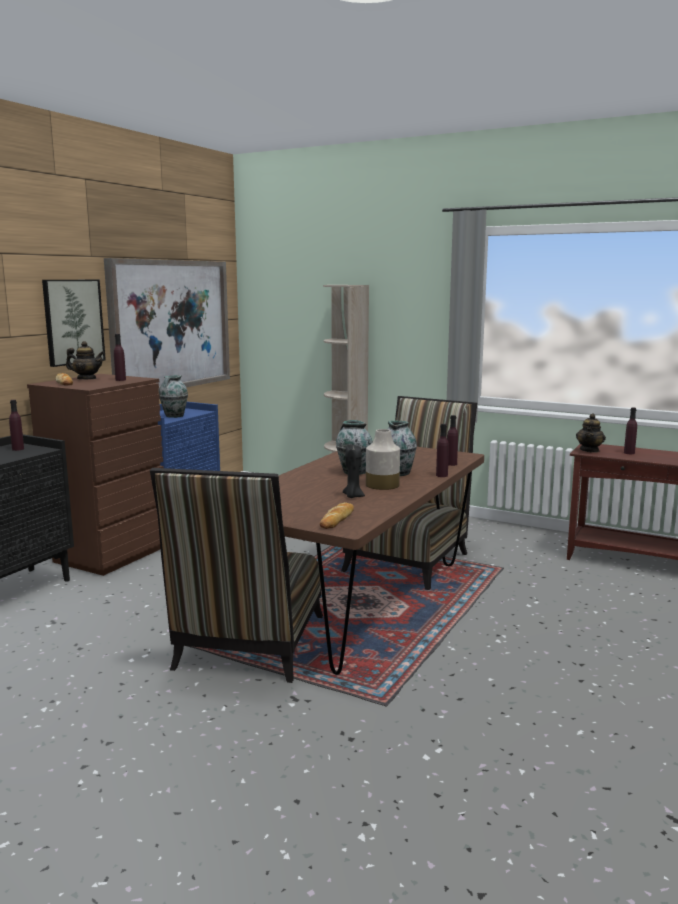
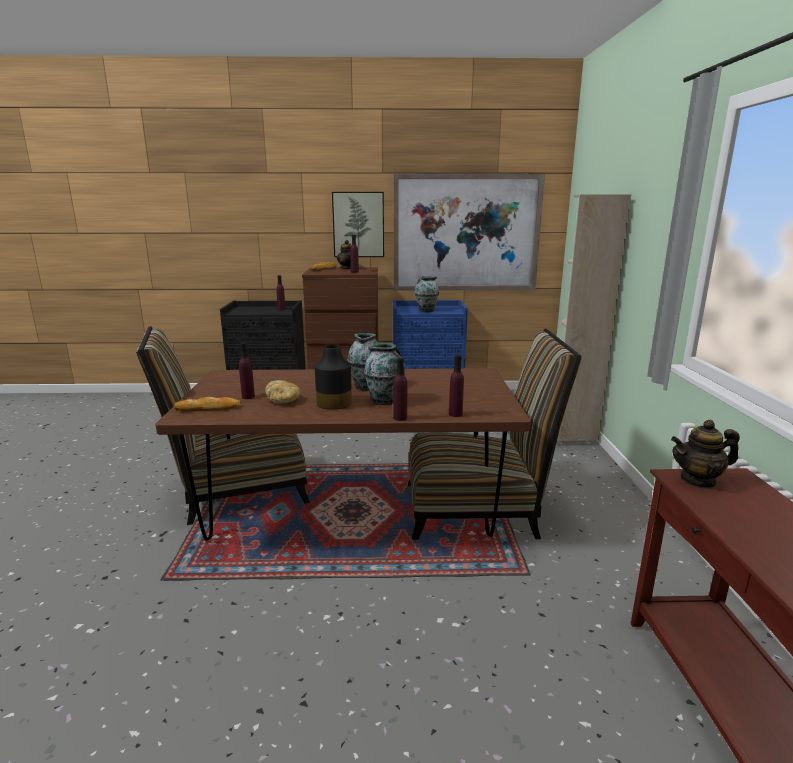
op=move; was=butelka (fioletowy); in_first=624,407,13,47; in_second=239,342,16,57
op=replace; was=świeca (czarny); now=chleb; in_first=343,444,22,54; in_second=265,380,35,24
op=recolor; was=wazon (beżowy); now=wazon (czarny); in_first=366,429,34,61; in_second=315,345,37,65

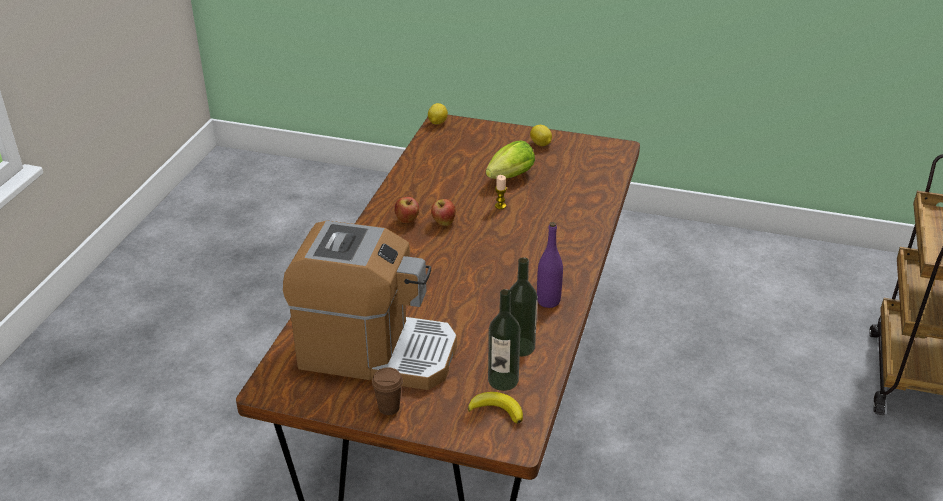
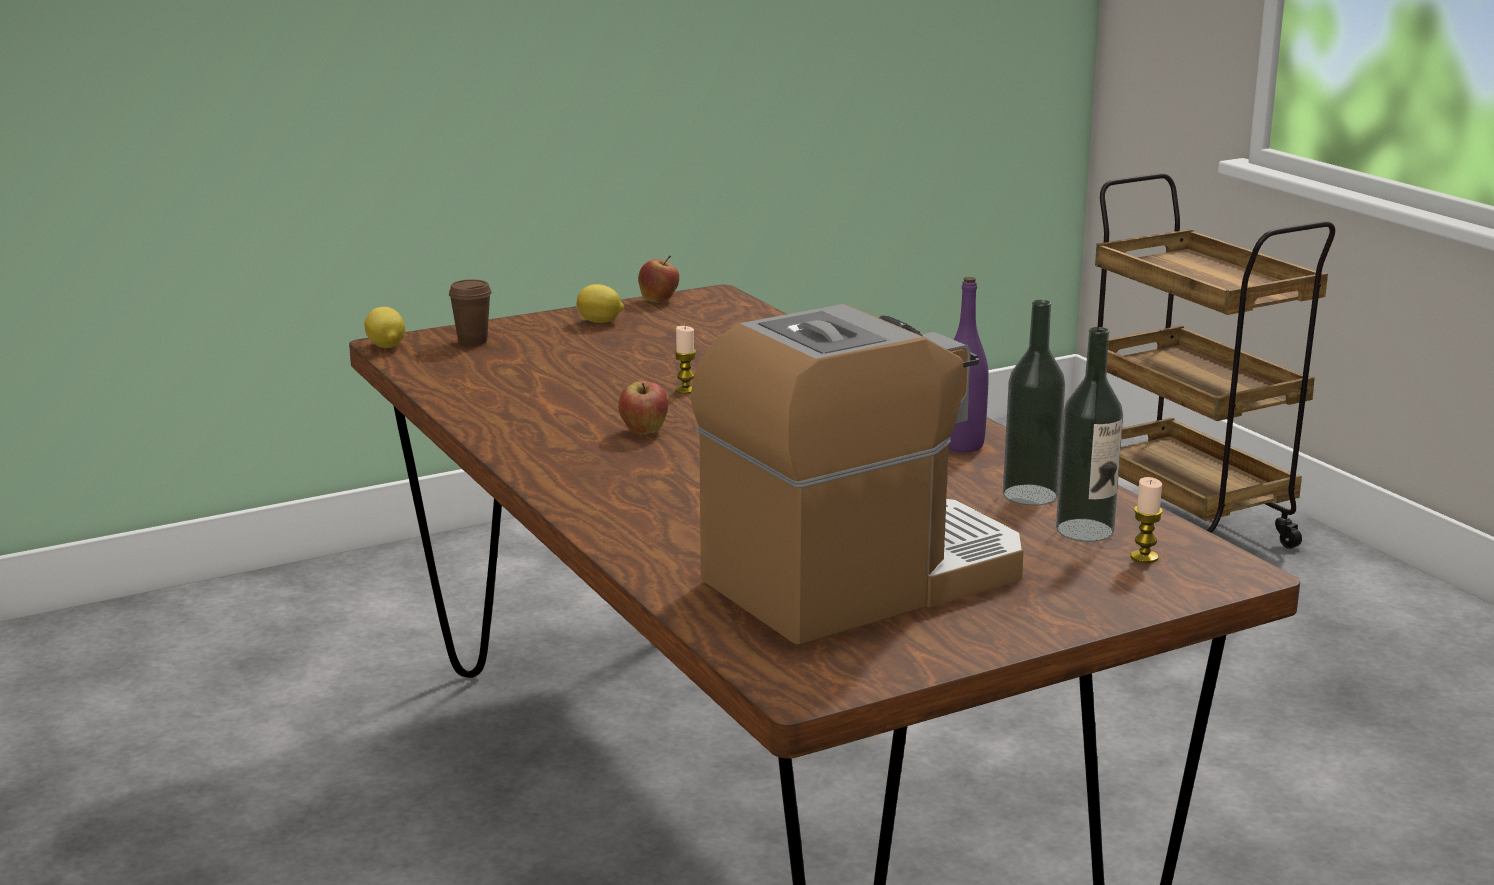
op=delete; was=sałata; in_first=486,140,49,39
op=move; was=filiżanka (brązowy); in_first=372,367,31,48; in_second=449,279,43,67
op=move; was=jabłko; in_first=395,197,24,26; in_second=638,256,41,47
op=replace; was=banan; now=świeca; in_first=468,392,55,32; in_second=1130,477,33,86

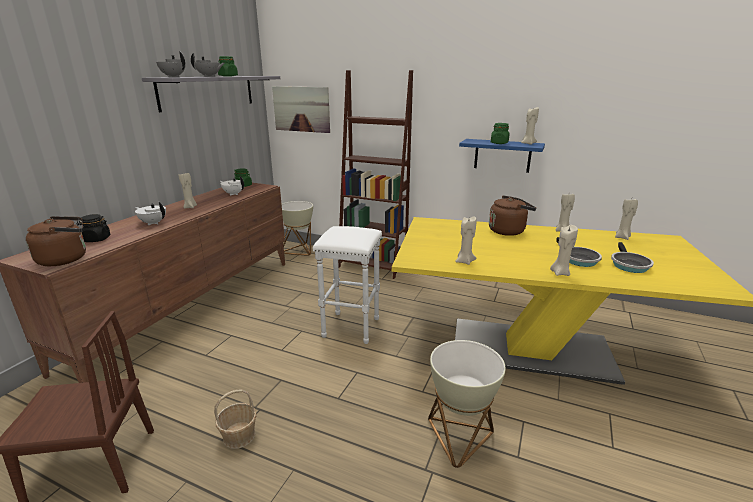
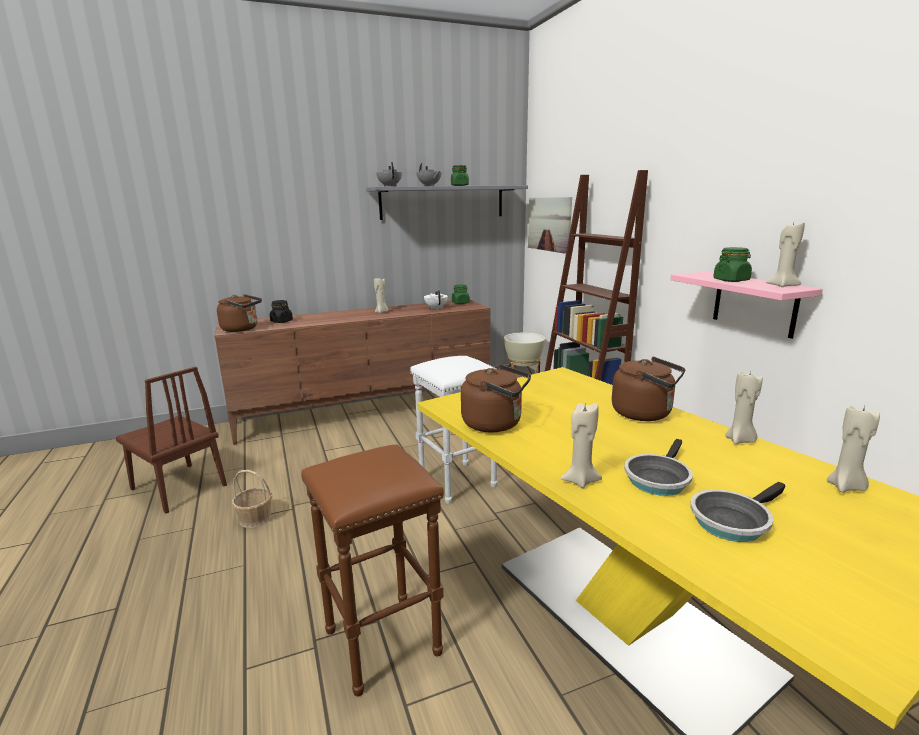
op=delete; was=imbryk (biały); in_first=135,202,31,23
op=replace; was=donica; now=stołek (brązowy); in_first=428,340,78,128; in_second=301,445,143,252
op=replace; was=świeca (beżowy); now=czajnik (brązowy); in_first=455,216,21,49; in_second=461,364,70,68
op=recolor; was=półka (niebieski); now=półka (różowy); in_first=459,139,86,34; in_second=670,272,153,67

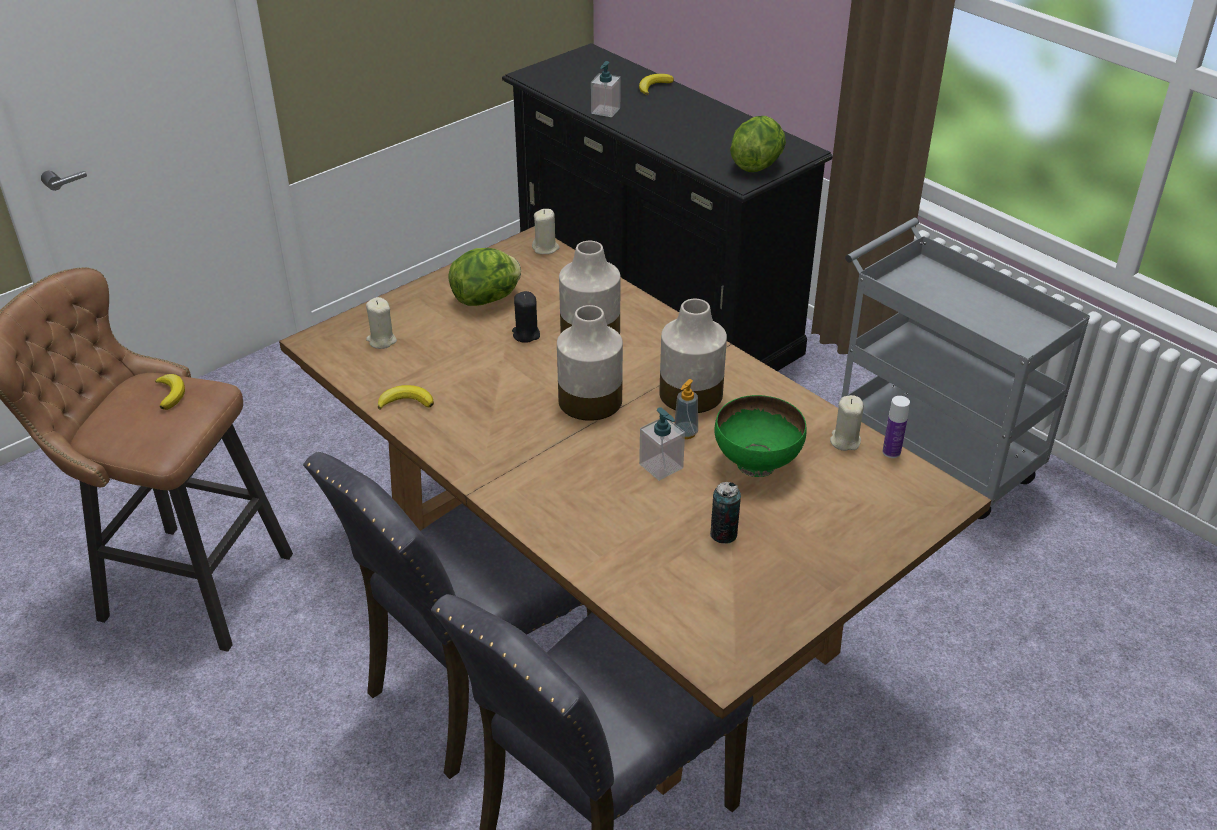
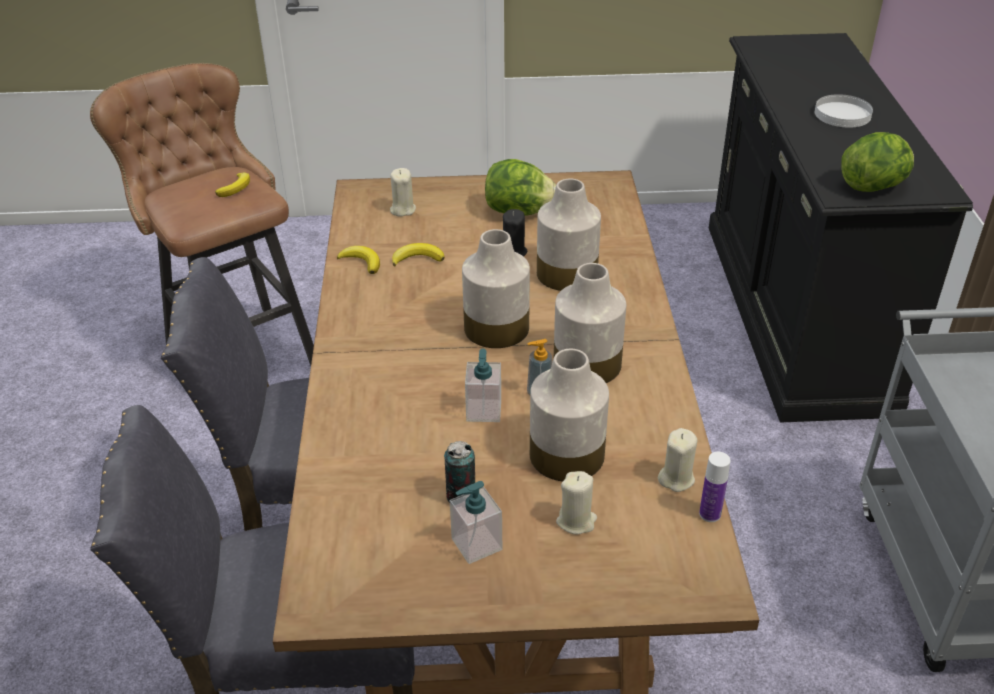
op=insert; now=talerz (biały); in_second=815,94,58,34
op=move; was=świeca (beżowy); in_first=532,209,27,45; in_second=556,471,41,64
op=move; was=dozownik mydła; in_first=591,61,30,56; in_second=450,481,52,83
op=move; was=banan; in_first=639,74,35,21; in_second=392,243,53,23
op=replace; was=miska (zielony); now=wazon (beżowy); in_first=715,395,92,82; in_second=530,349,79,132

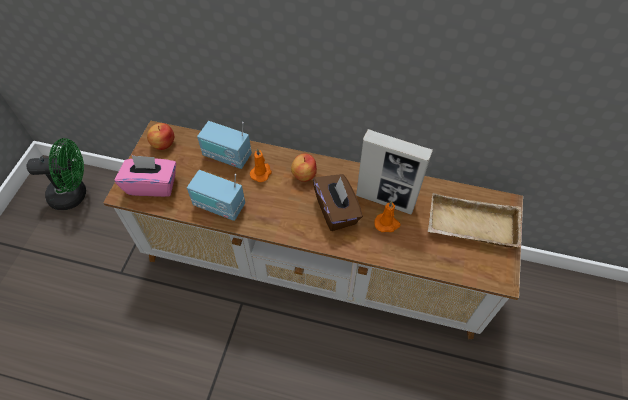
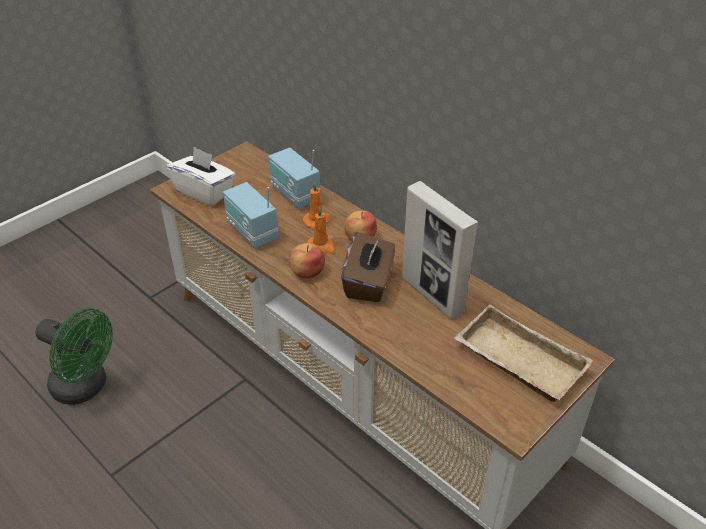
op=move; was=wentylator (zielony); in_first=27,138,59,72; in_second=35,308,78,97
op=move; was=jabłko; in_first=147,123,27,27; in_second=289,243,36,36
op=move; was=świeca (pomarańczowy); in_first=374,201,27,31; in_second=307,207,29,47
op=recolor; was=pudełko chusteczek (różowy); now=pudełko chusteczek (biały); in_first=115,155,61,42; in_second=166,147,69,59

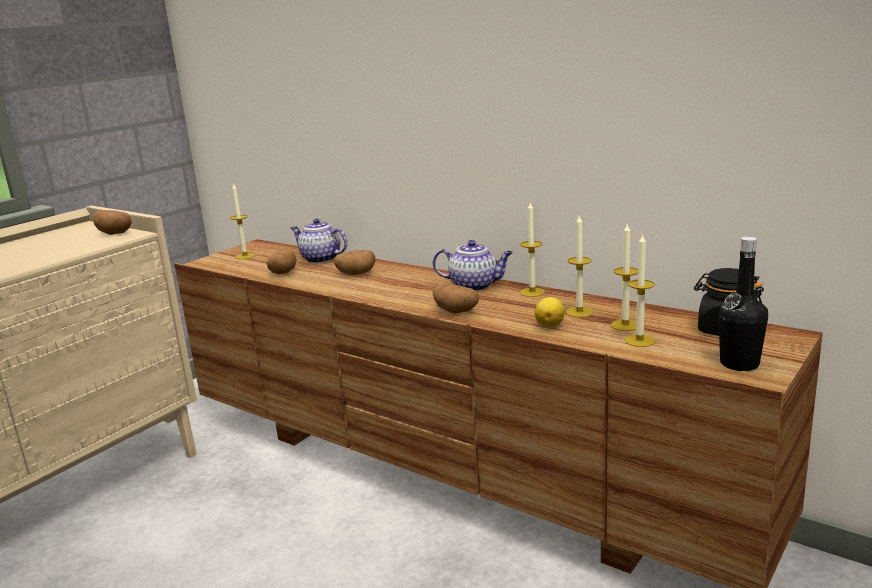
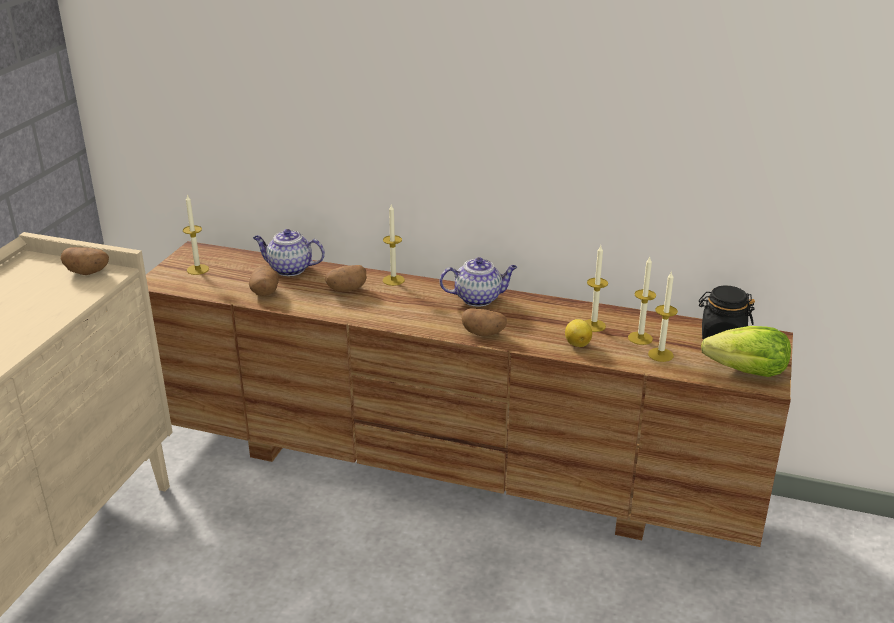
op=move; was=świeca; in_first=520,203,25,94; in_second=383,204,22,82
op=replace; was=butelka (czarny); now=sałata; in_first=719,237,49,134; in_second=701,326,90,51

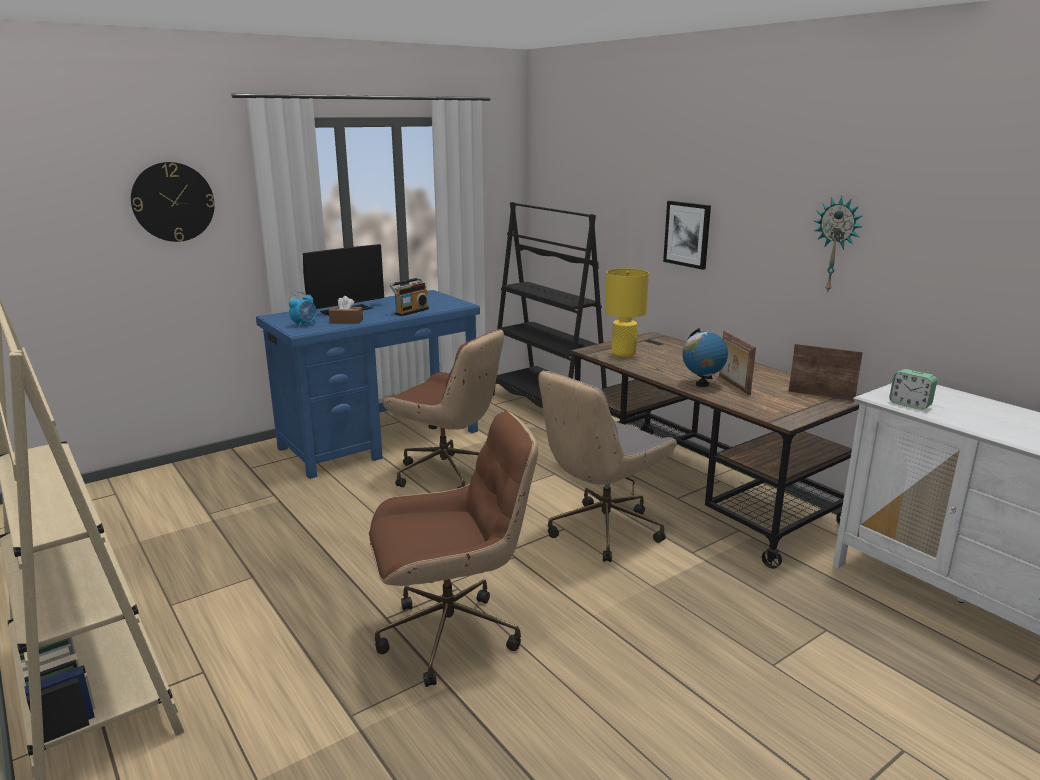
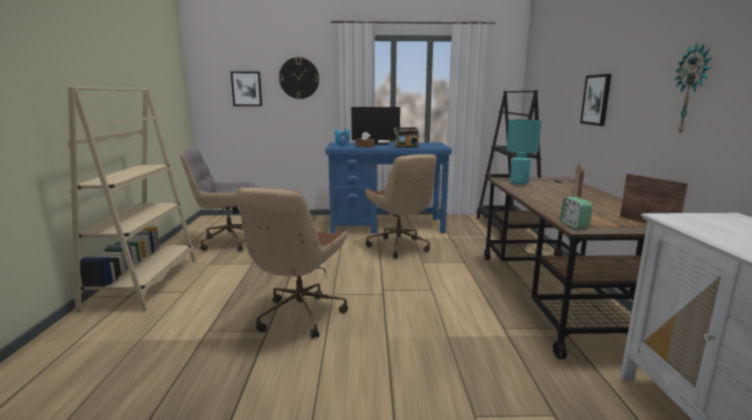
op=delete; was=globus; in_first=682,328,46,59
op=insert; now=obraz; in_second=231,71,31,35
op=move; was=krzesło biurowe (szary); in_first=539,371,138,191; in_second=180,147,76,104
op=move; was=budzik; in_first=889,369,48,41; in_second=560,197,33,32
op=recolor; was=lampa stołowa (żółty); now=lampa stołowa (turkusowy); in_first=605,268,44,90; in_second=506,119,35,66
op=rotate; was=krzesło biurowe (brązowy); in_first=369,411,169,276; in_second=237,187,111,151; clockwise=90

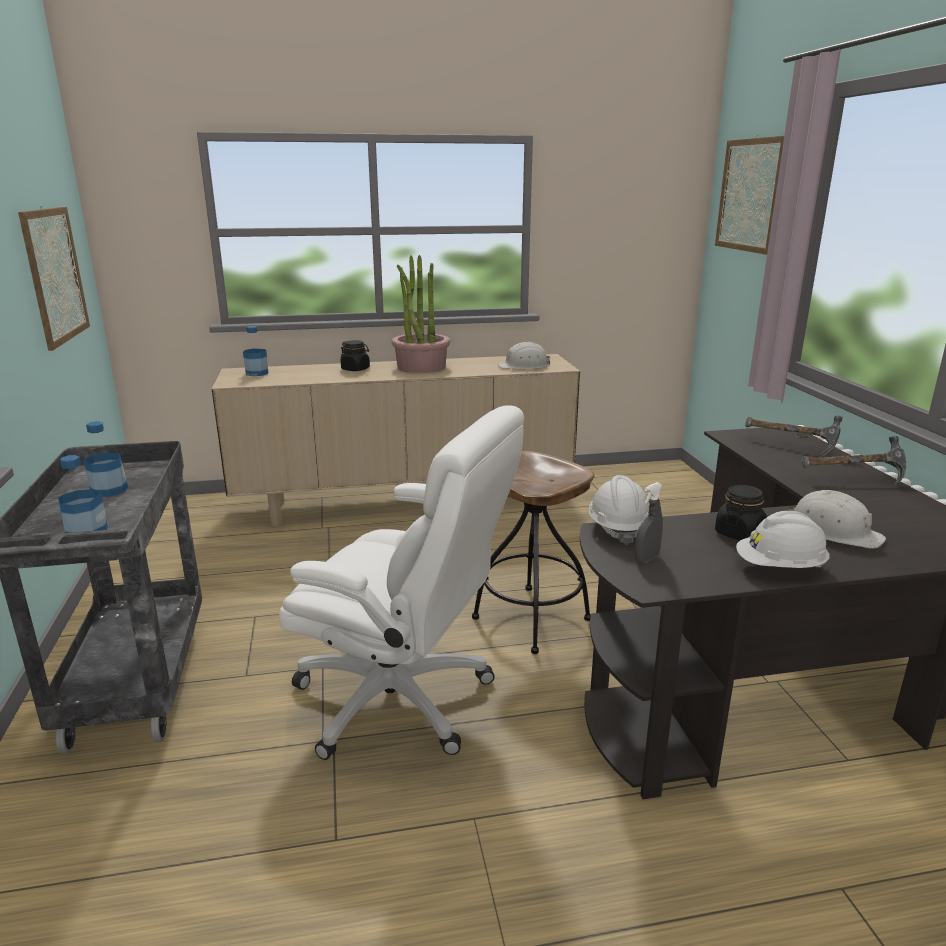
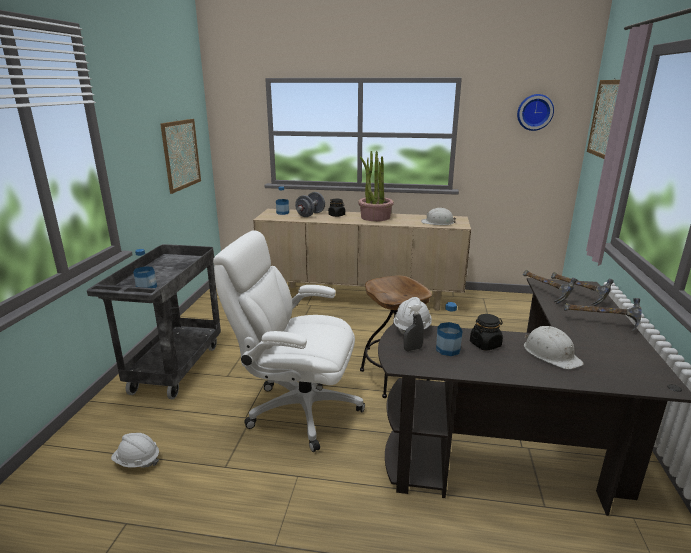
op=insert; now=hantel (szary); in_second=295,192,30,25
op=insert; now=zegar ścienny; in_second=517,94,37,37
op=insert; now=młotek; in_second=523,270,54,34
op=move; was=butelka; in_first=84,421,44,76; in_second=436,302,26,54
op=move; was=kask (biały); in_first=736,511,94,57; in_second=111,433,48,35
op=rotate; was=krzesło biurowe (biały); in_first=279,405,245,355; in_second=213,230,152,222; clockwise=150

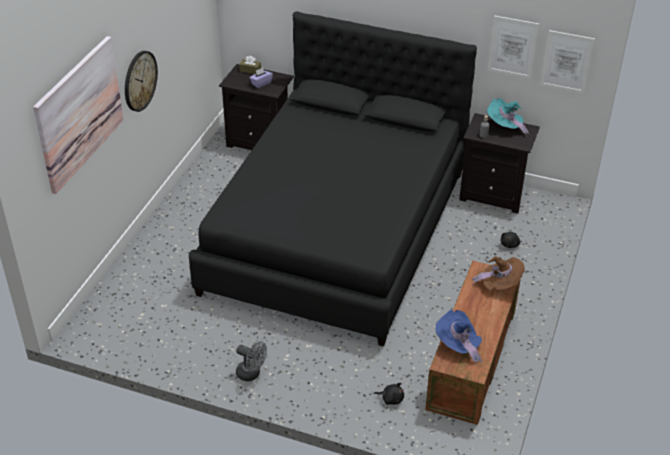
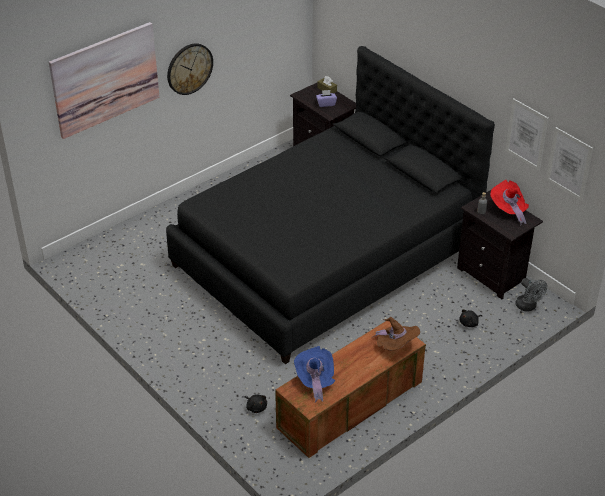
op=move; was=wentylator (szary); in_first=236,341,31,40; in_second=515,278,32,33
op=recolor; was=kapelusz (turkusowy); now=kapelusz (czerwony); in_first=487,98,42,36; in_second=490,179,39,47

